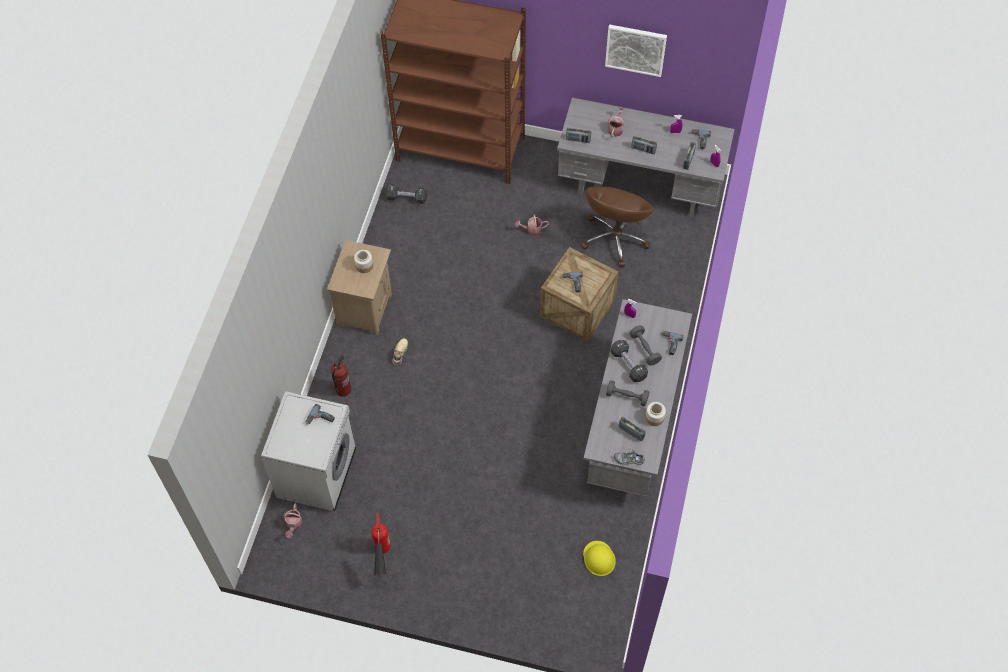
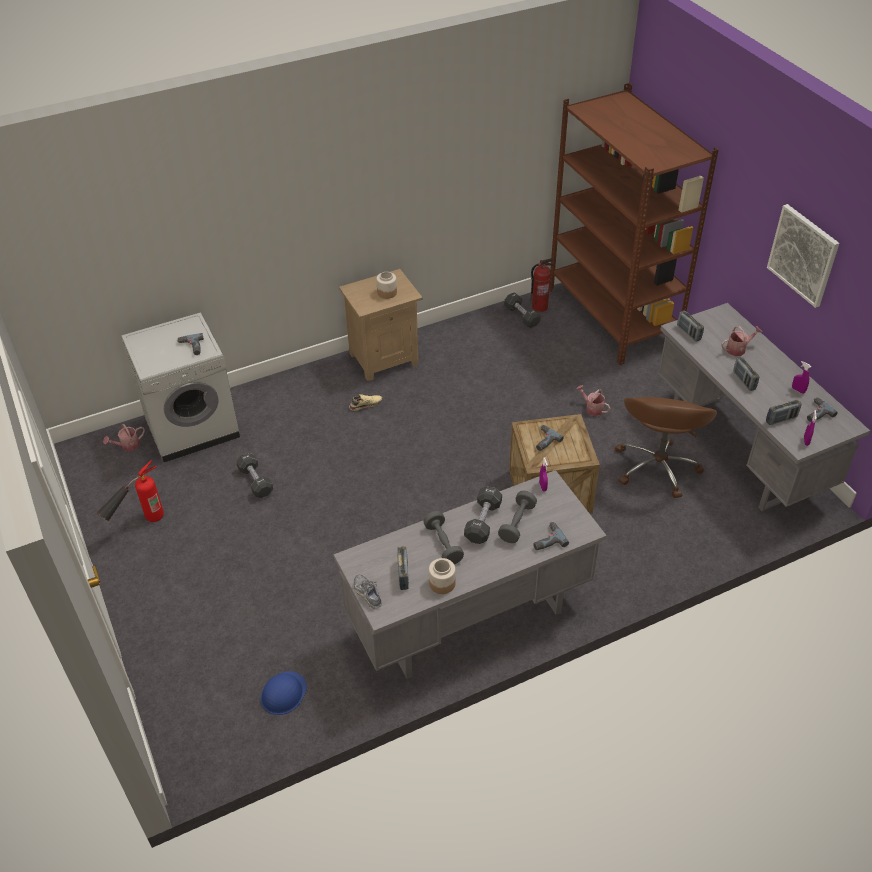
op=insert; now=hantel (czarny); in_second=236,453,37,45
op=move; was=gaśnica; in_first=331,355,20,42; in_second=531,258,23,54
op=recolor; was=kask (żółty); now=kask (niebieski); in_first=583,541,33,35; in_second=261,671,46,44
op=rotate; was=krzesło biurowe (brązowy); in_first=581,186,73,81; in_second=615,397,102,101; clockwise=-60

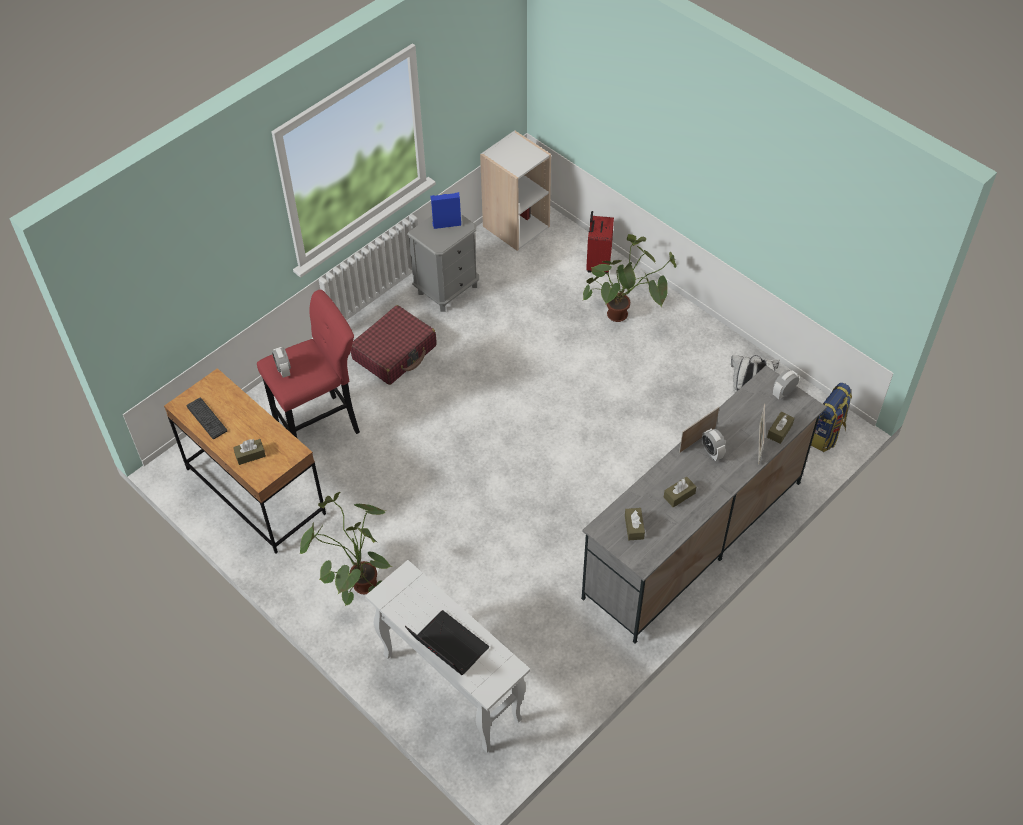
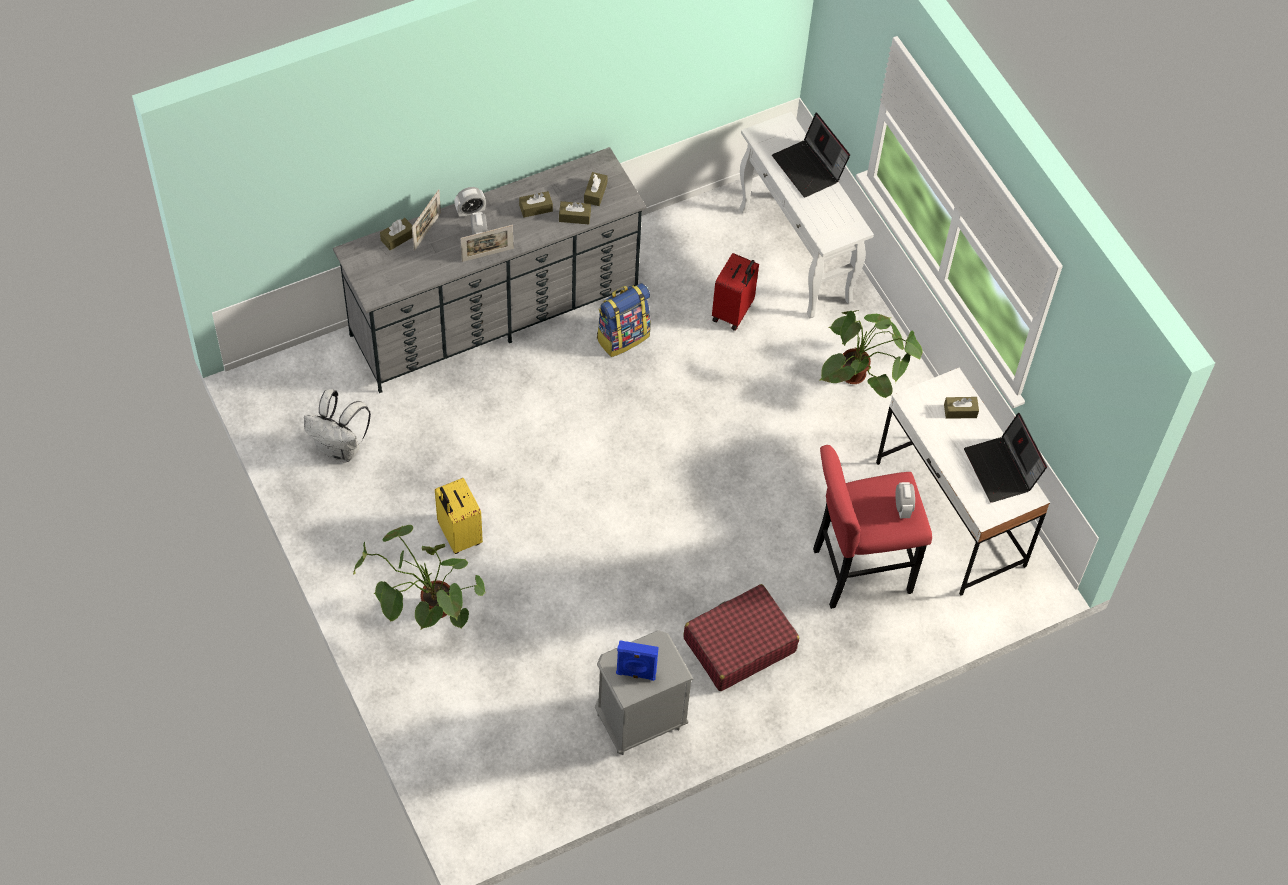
op=delete; was=regał; in_first=480,130,71,121
op=insert; now=walizka (żółty); in_second=435,478,48,76
op=insert; now=pudełko chusteczek (brązowy); in_second=559,201,32,23
op=move; was=walizka (czerwony); in_first=586,211,28,63; in_second=712,253,47,78
op=move; was=budzik; in_first=773,370,26,29; in_second=454,187,32,31
op=move; was=plecak; in_first=811,383,41,69; in_second=597,283,54,74
op=replace; was=klawiatura; now=laptop; in_first=186,397,41,42; in_second=964,413,83,90
op=recolor; was=biurko (brązowy); now=biurko (biały); in_first=164,368,162,185; in_second=876,367,174,229

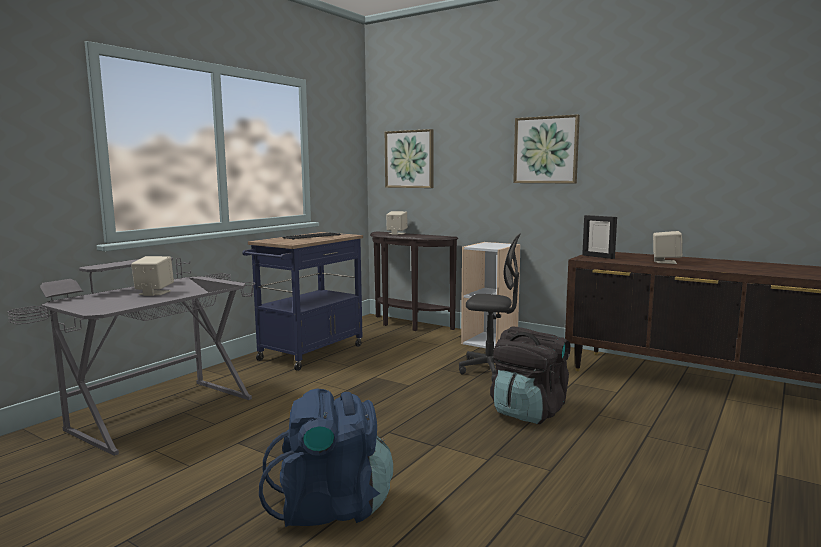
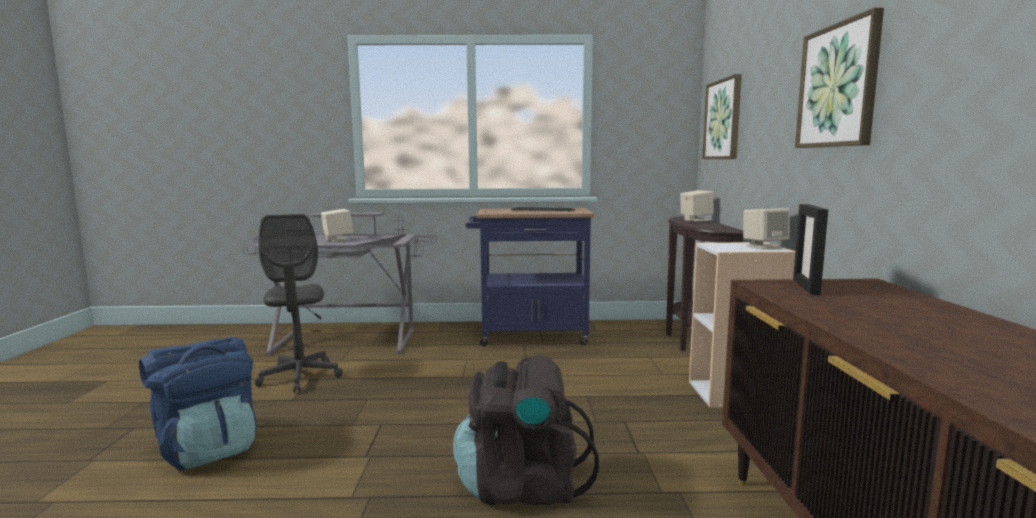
op=move; was=krzesło biurowe (szary); in_first=459,233,62,149; in_second=254,214,89,179
op=move; was=głośnik (beżowy); in_first=653,231,30,33; in_second=743,208,47,41

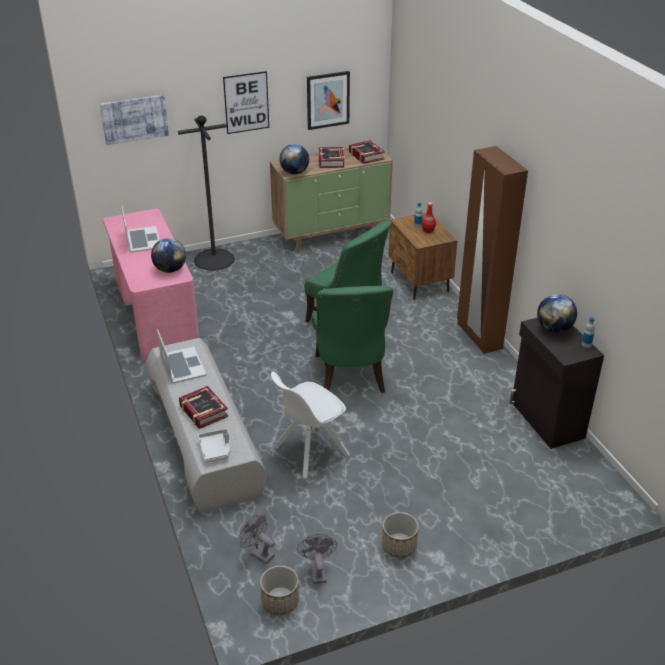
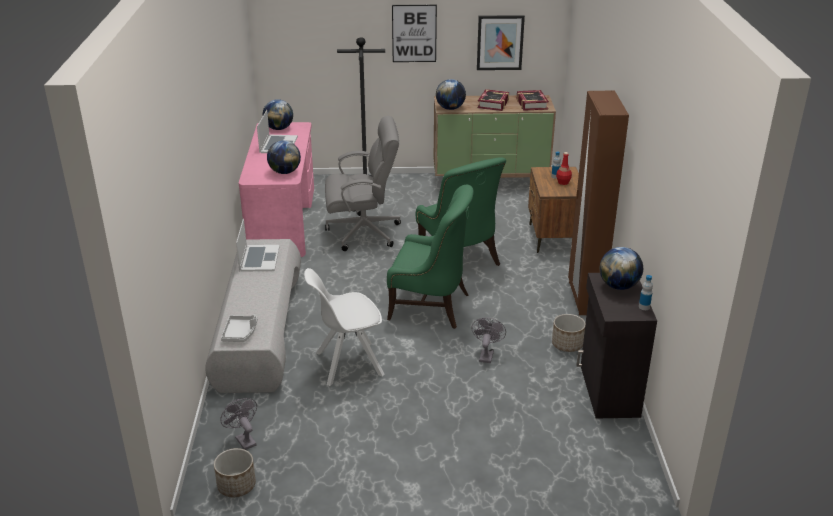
op=delete; was=obraz; in_first=100,95,69,50
op=delete; was=książka; in_first=179,386,49,43
op=insert; now=globus; in_second=263,99,30,31
op=insert; now=krzesło biurowe (szary); in_second=325,116,76,135
op=move; was=wentylator (szary); in_first=297,534,40,50; in_second=471,317,35,46
op=move; was=donica; in_first=382,512,37,46; in_second=552,314,34,38
op=rotate; was=krzesło (zielony); in_first=312,286,81,107; in_second=387,185,87,144; clockwise=-90

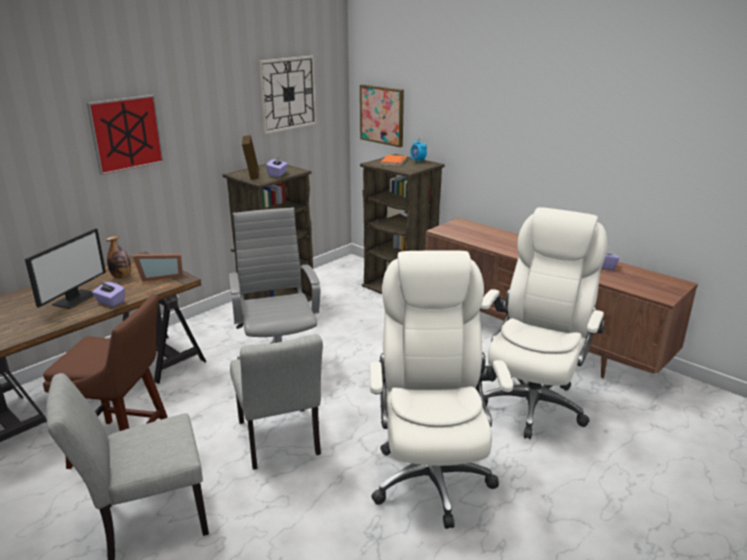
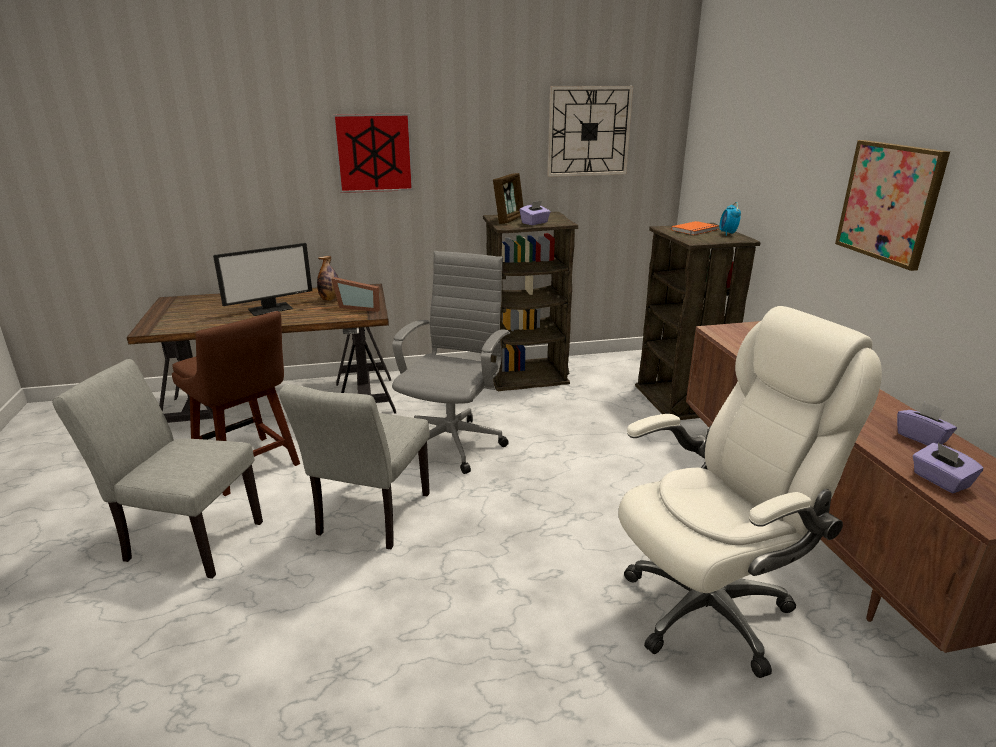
op=delete; was=krzesło biurowe (biały); in_first=370,250,143,279
op=move; was=pudełko chusteczek (fioletowy); in_first=92,281,33,26; in_second=913,443,70,50
op=move; was=obraz; in_first=360,84,44,63; in_second=835,140,115,131

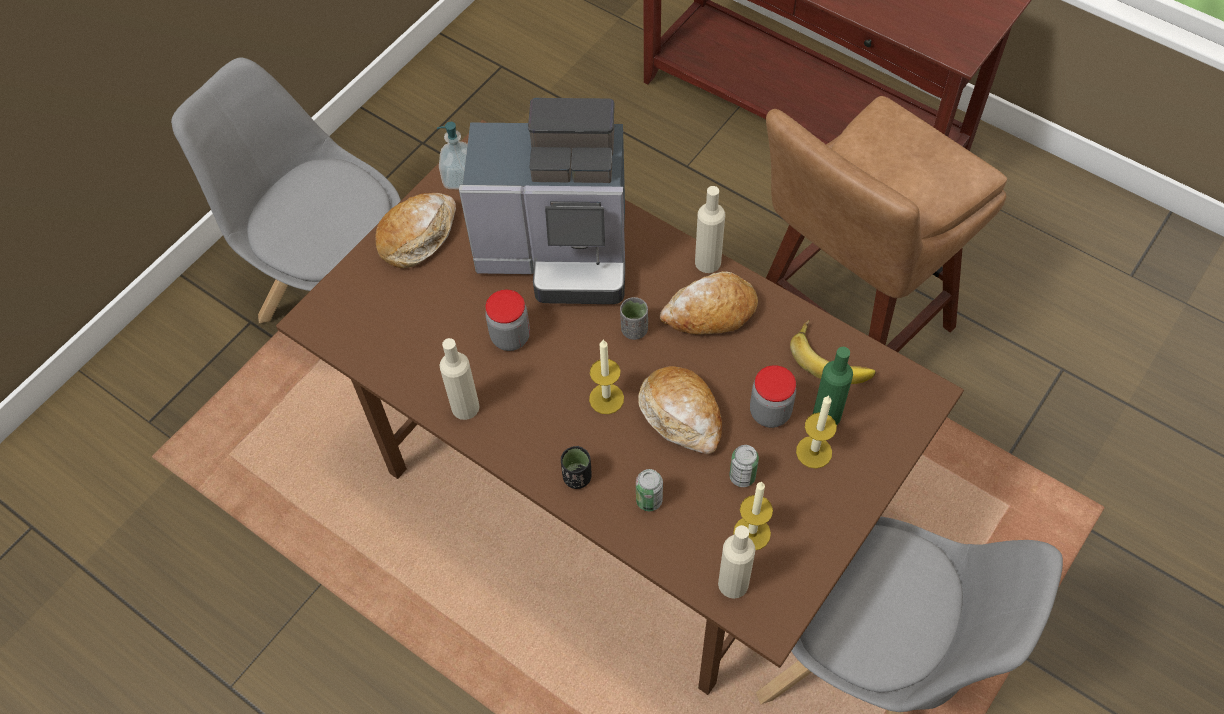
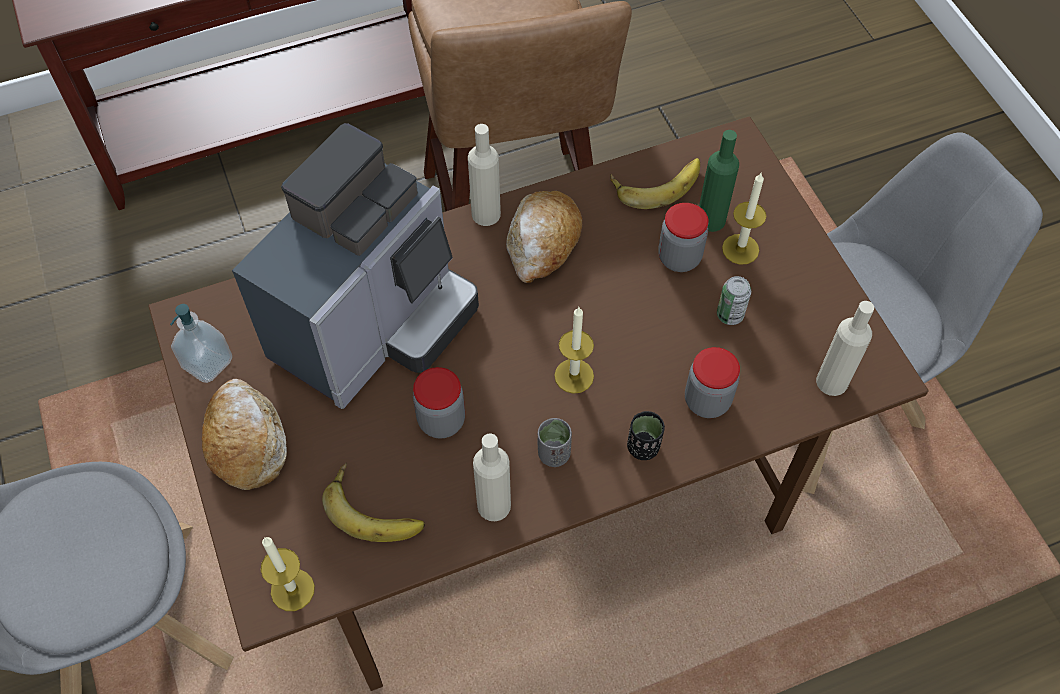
op=delete; was=chleb; in_first=638,366,84,88
op=insert; now=banan; in_second=322,463,103,79
op=move; was=filiżanka (szary); in_first=620,297,28,43; in_second=538,418,34,49
op=move; was=świeca; in_first=733,482,40,68; in_second=261,537,54,74
op=replace; was=puszka; now=słoik; in_first=636,469,27,42; in_second=685,347,55,71

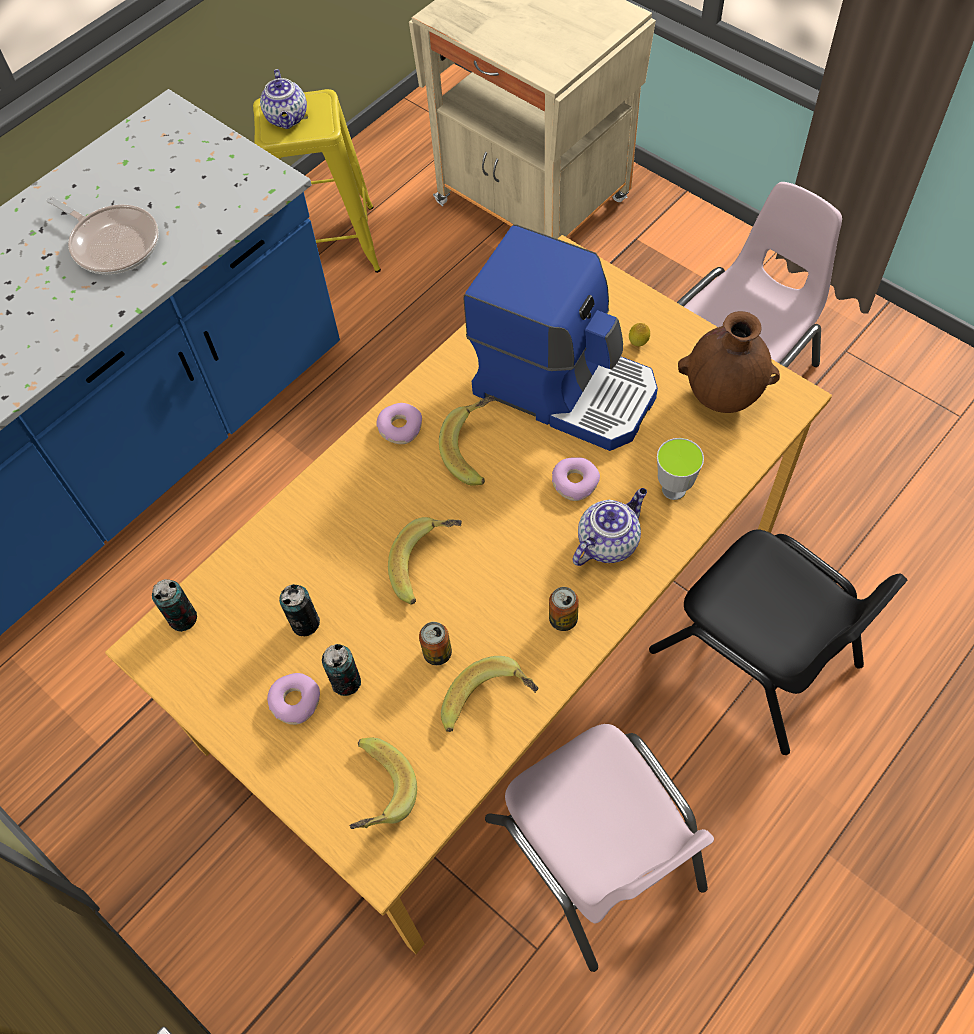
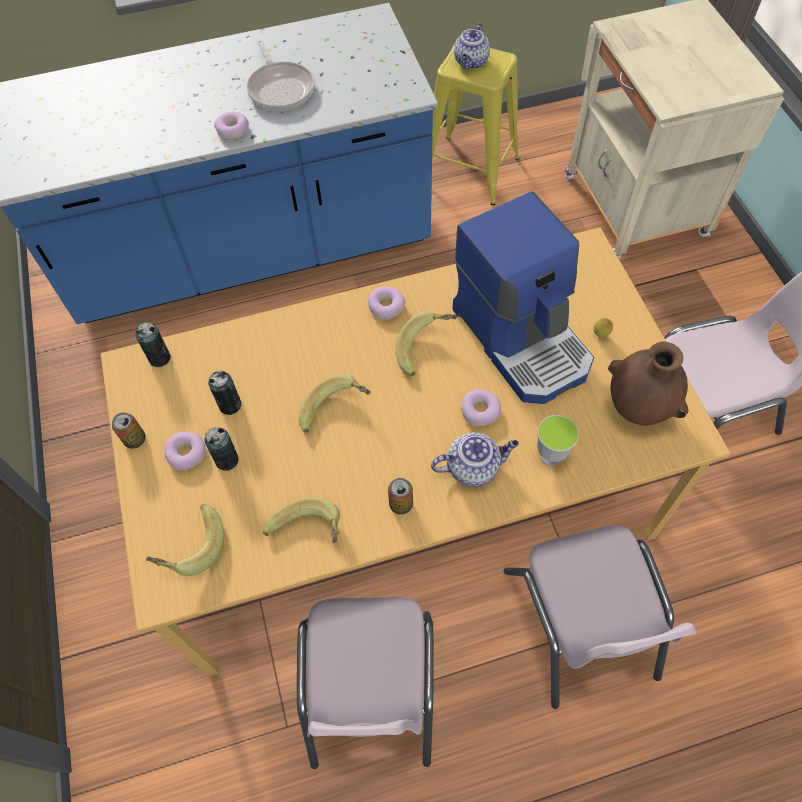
op=insert; now=donut; in_second=214,112,35,27
op=move; was=puszka; in_first=419,622,33,43; in_second=112,412,34,37
op=recolor; was=krzesło (czarny); now=krzesło (różowy); in_first=649,529,258,226; in_second=504,525,193,184

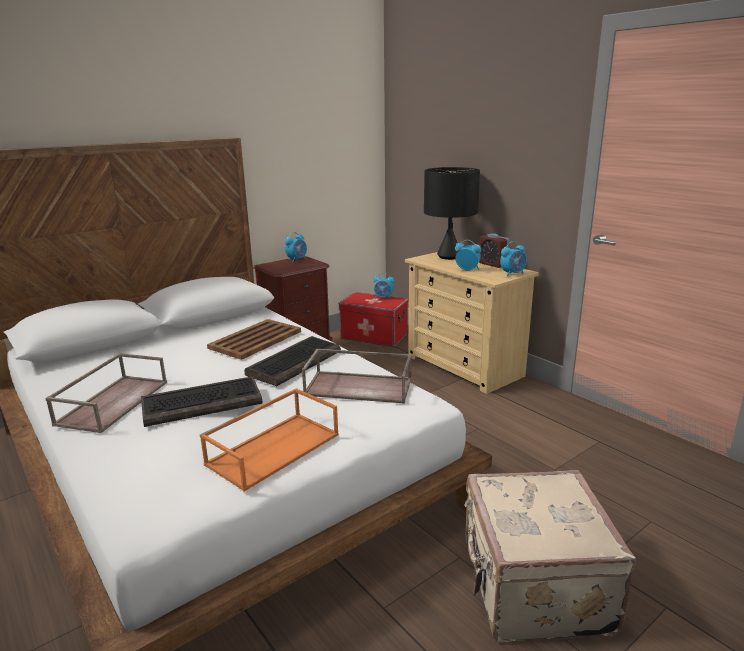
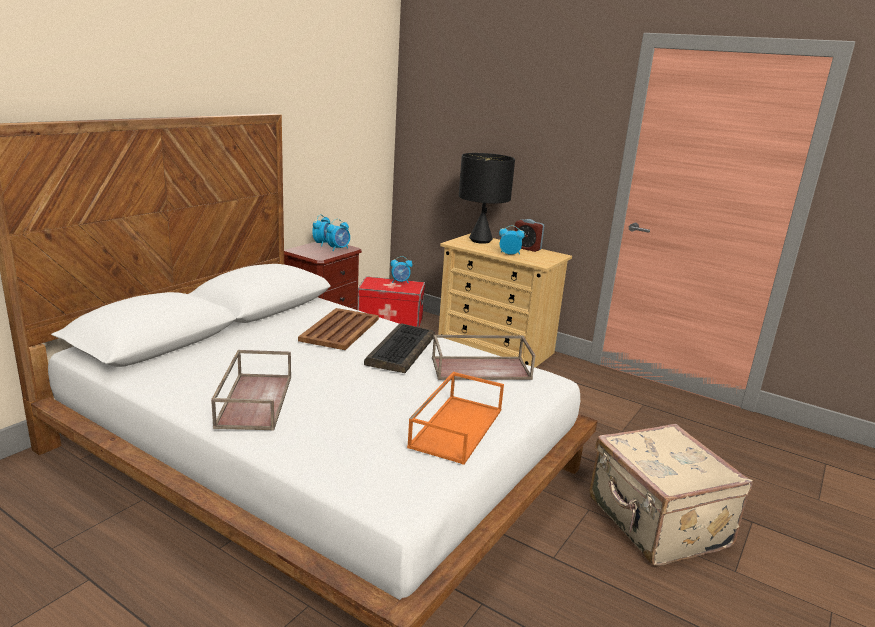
op=delete; was=klawiatura; in_first=141,376,122,51
op=move; was=budzik; in_first=500,241,27,35; in_second=326,219,24,32

